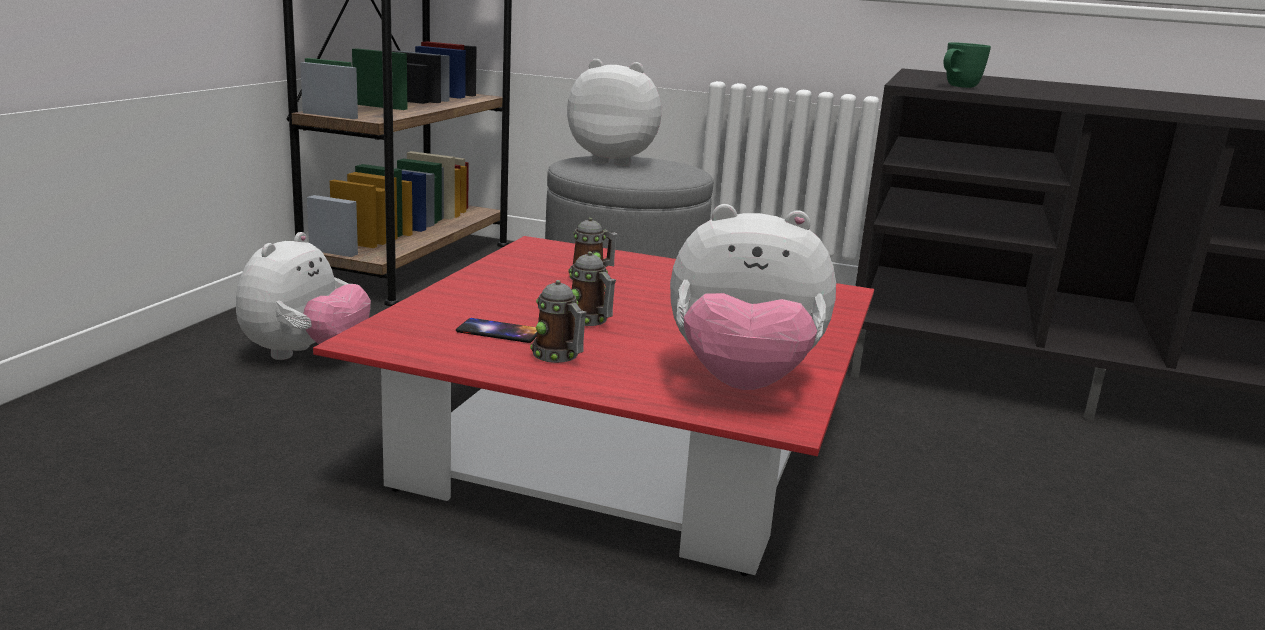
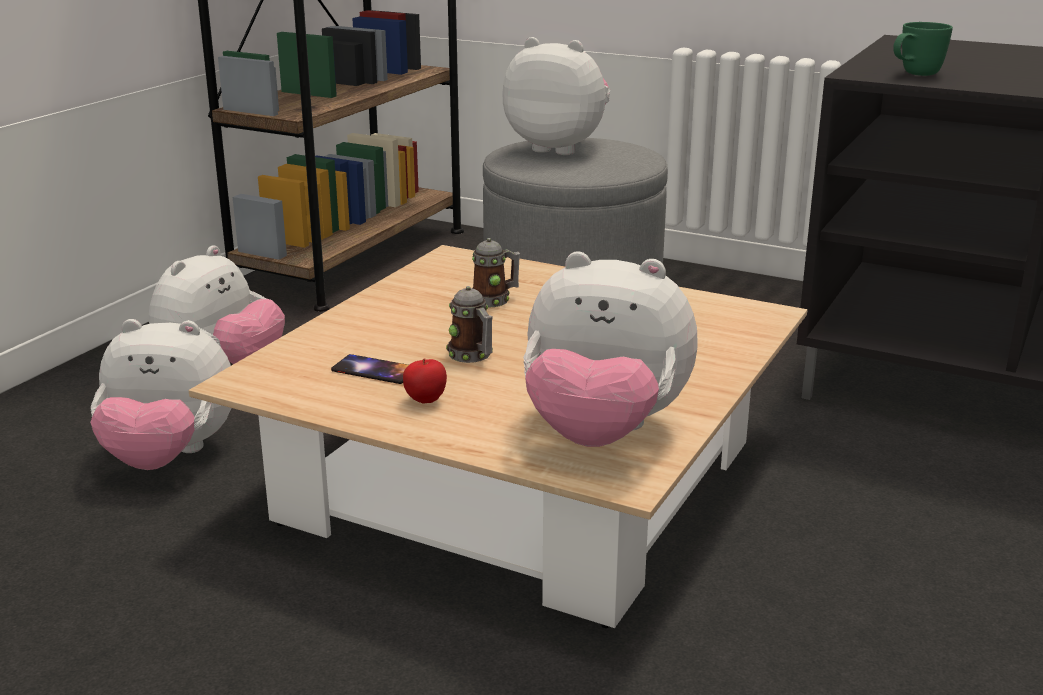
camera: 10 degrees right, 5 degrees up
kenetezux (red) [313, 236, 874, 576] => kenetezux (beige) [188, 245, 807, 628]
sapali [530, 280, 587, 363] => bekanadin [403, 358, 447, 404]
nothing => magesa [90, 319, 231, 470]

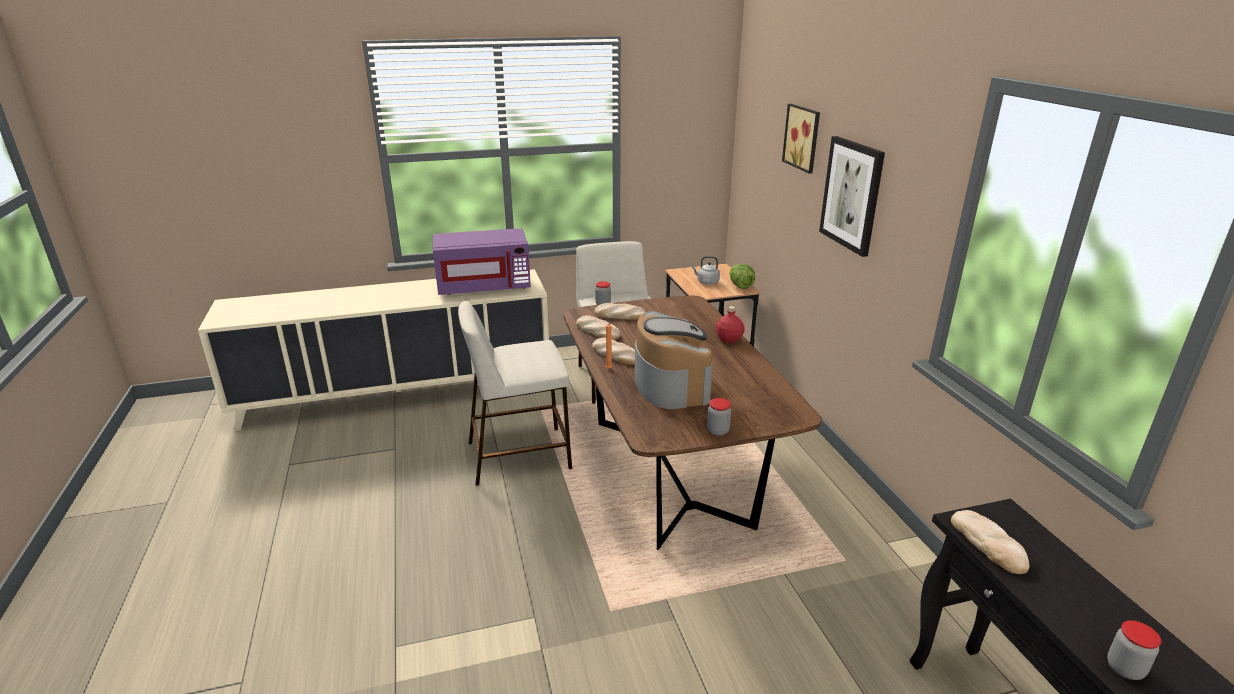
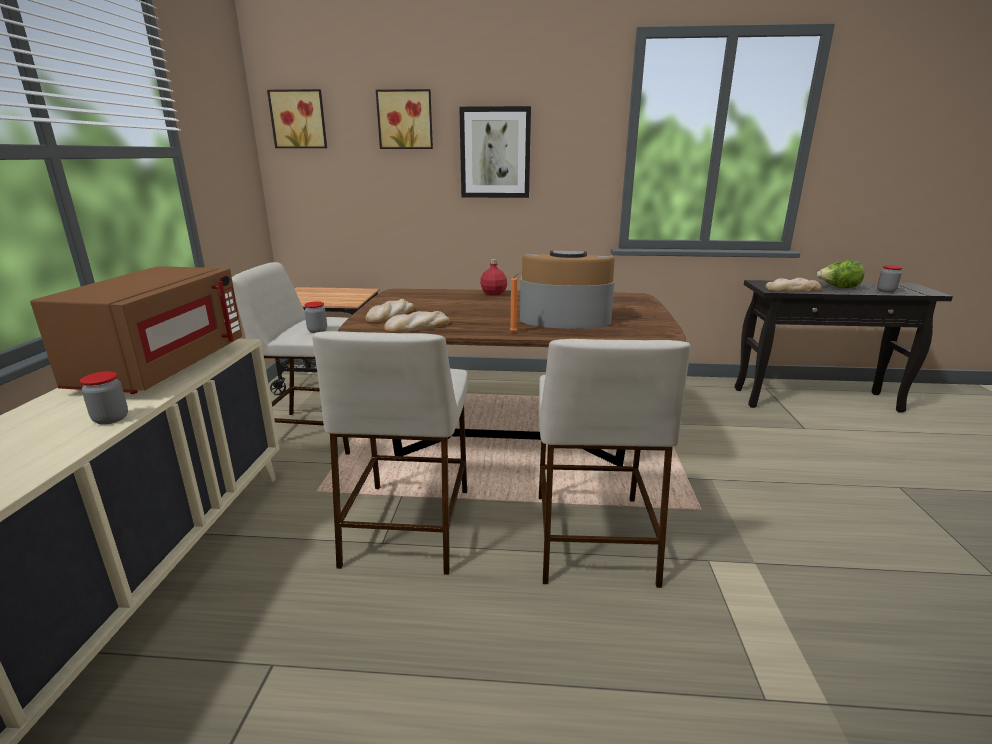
camera: 70 degrees left, 5 degrees down
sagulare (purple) [433, 228, 531, 295] => sagulare (brown) [30, 266, 242, 394]
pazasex [592, 338, 635, 365] => nothing
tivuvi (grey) [692, 256, 720, 285] => nothing
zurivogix [707, 398, 731, 436] => zurivogix [80, 371, 128, 425], moved
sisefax [730, 264, 755, 289] => sisefax [817, 260, 865, 288], moved
nothing => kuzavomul [267, 89, 327, 148]
nothing => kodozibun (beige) [539, 339, 691, 588]

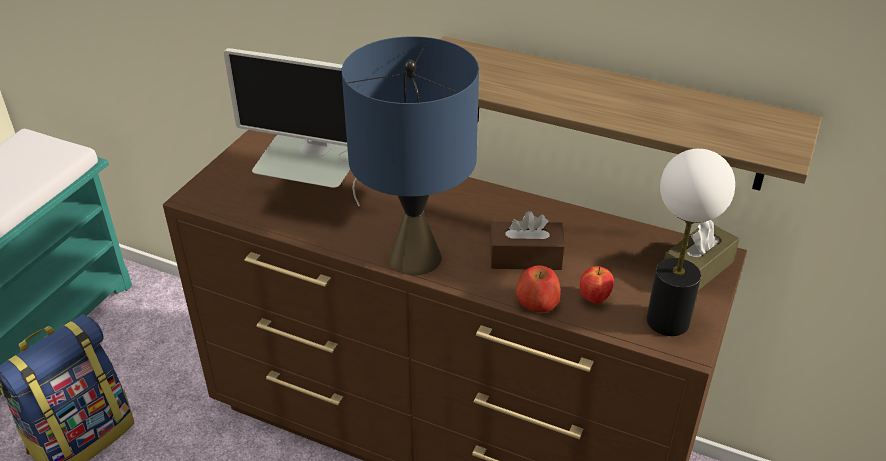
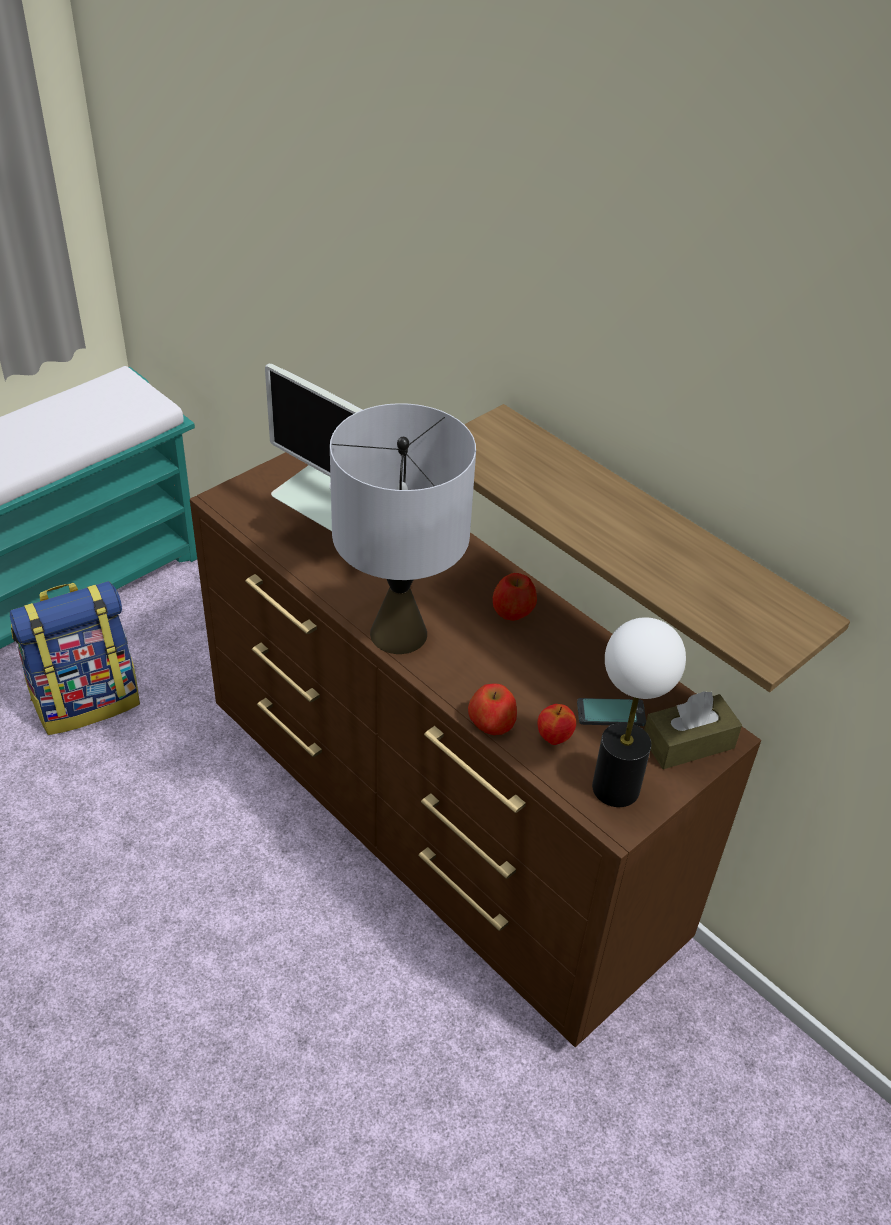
camera: 20 degrees right, 5 degrees up
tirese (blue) [342, 36, 479, 275] => tirese (grey) [330, 403, 476, 654]
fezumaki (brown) [490, 211, 565, 270] => nothing
nothing => bekanadin [493, 573, 537, 621]
nothing => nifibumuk [577, 698, 646, 726]

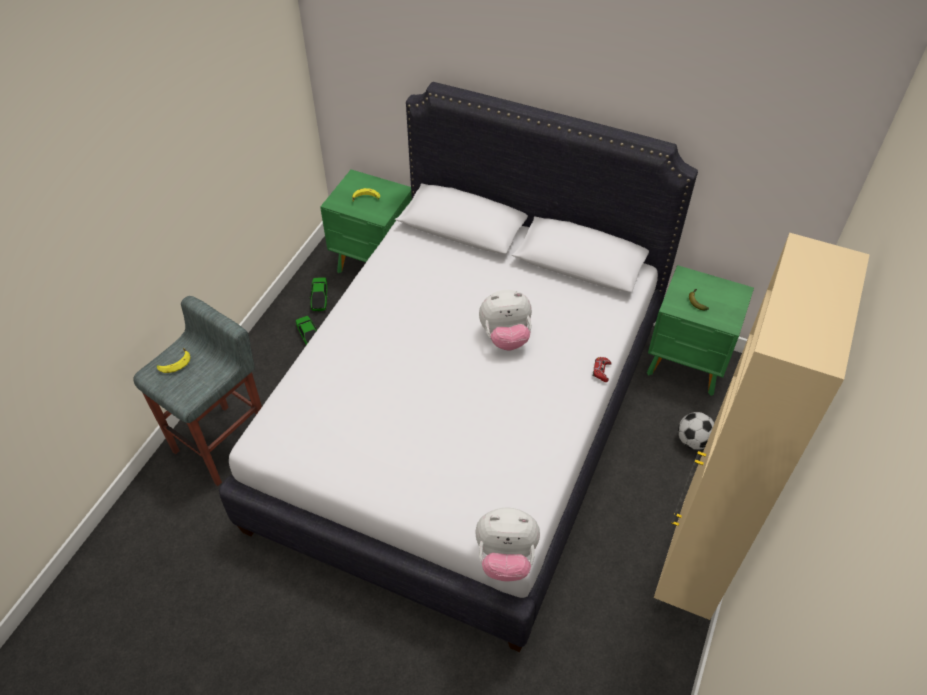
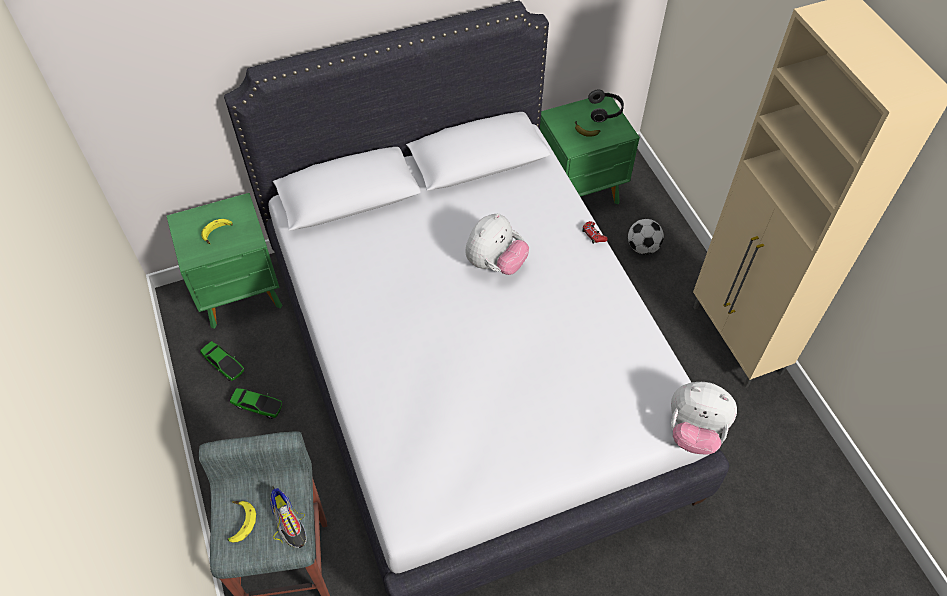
camera: 45 degrees left, 5 degrees up
magesa [475, 508, 540, 581] => magesa [671, 382, 737, 455], 60 degrees clockwise
nothing => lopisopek [270, 486, 307, 548]
nothing => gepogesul [588, 89, 624, 122]

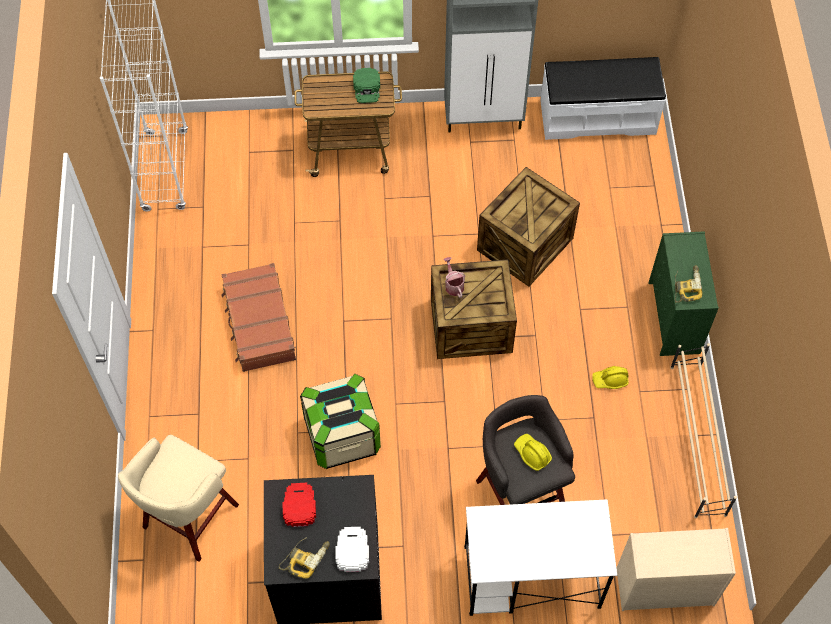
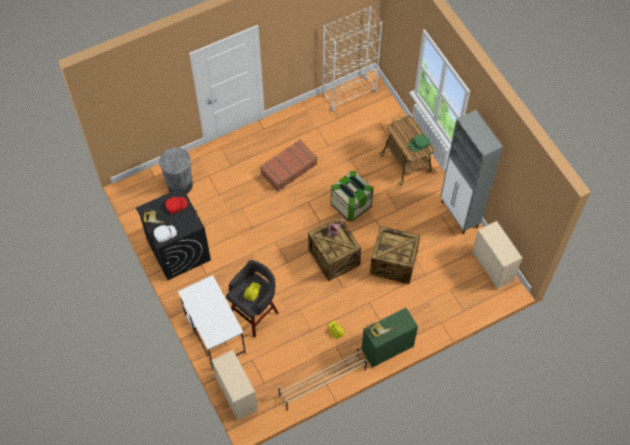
camera: 65 degrees right, 0 degrees up
kodozibun (beige) [118, 435, 239, 562] => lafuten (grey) [159, 147, 193, 194]
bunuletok [300, 374, 381, 469] => bunuletok [331, 171, 373, 221], moved
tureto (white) [540, 57, 666, 140] => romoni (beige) [471, 221, 523, 290]

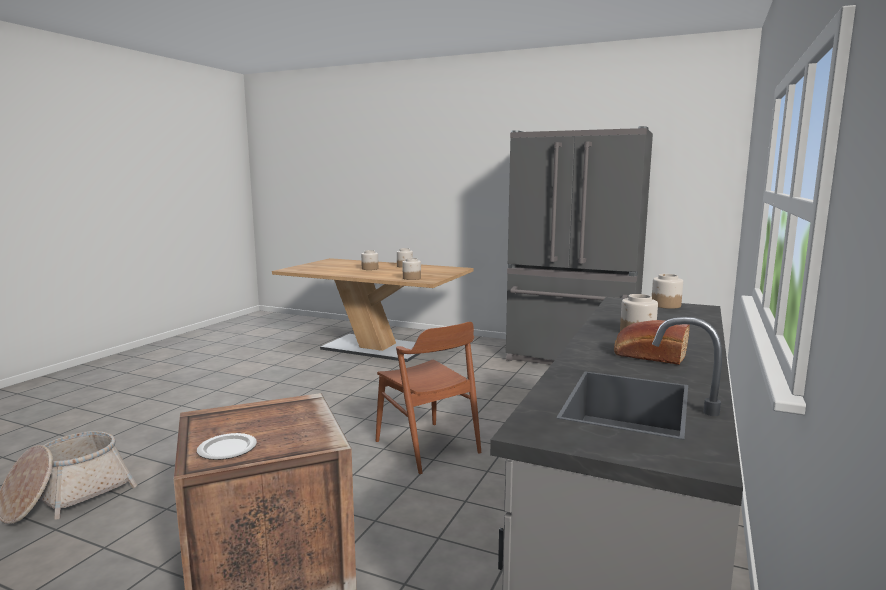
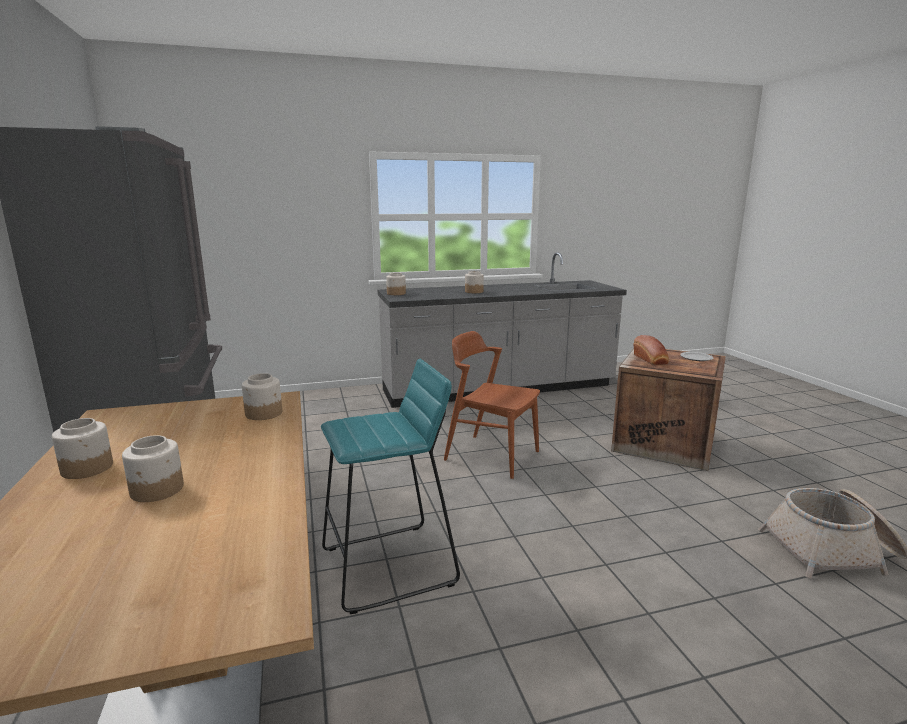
camera: 130 degrees left, 5 degrees up
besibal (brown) [376, 322, 481, 474] => besibal (brown) [444, 331, 540, 479], 75 degrees counterclockwise
pazasex [614, 320, 690, 365] => pazasex [633, 335, 669, 365], moved
nothing => kodozibun (turquoise) [321, 359, 460, 614]

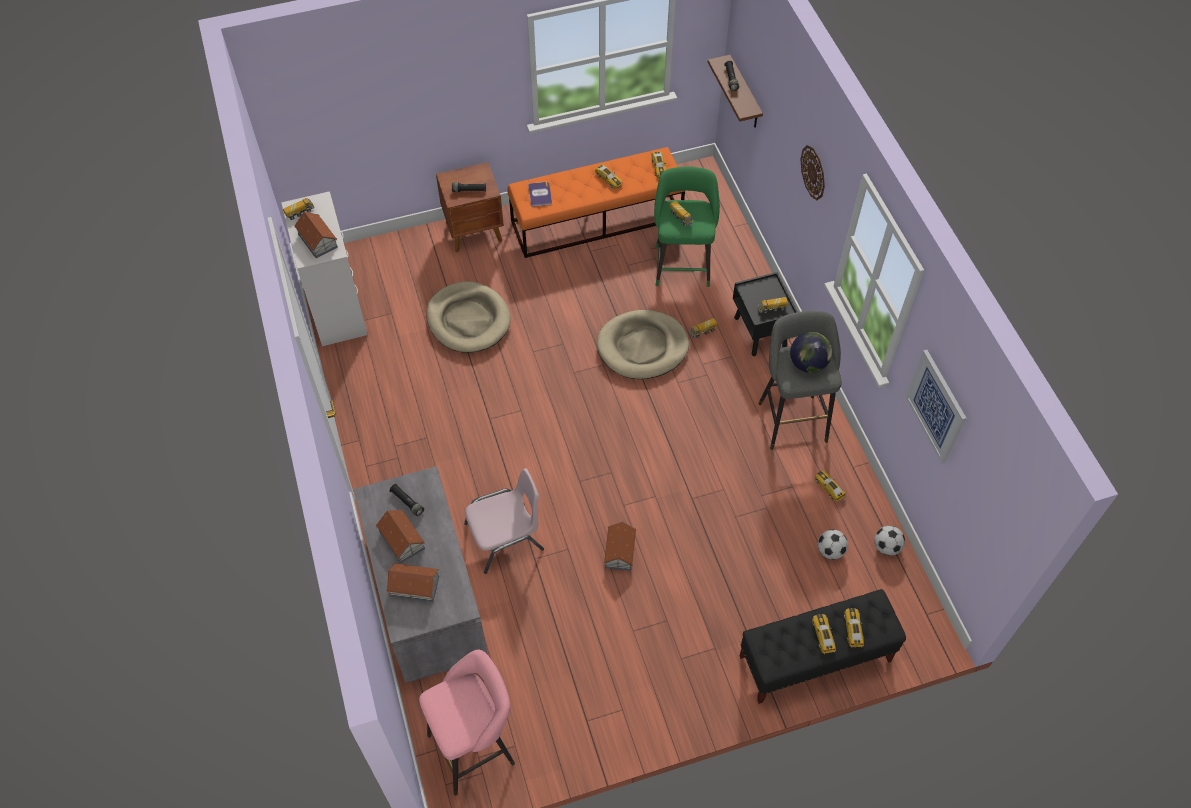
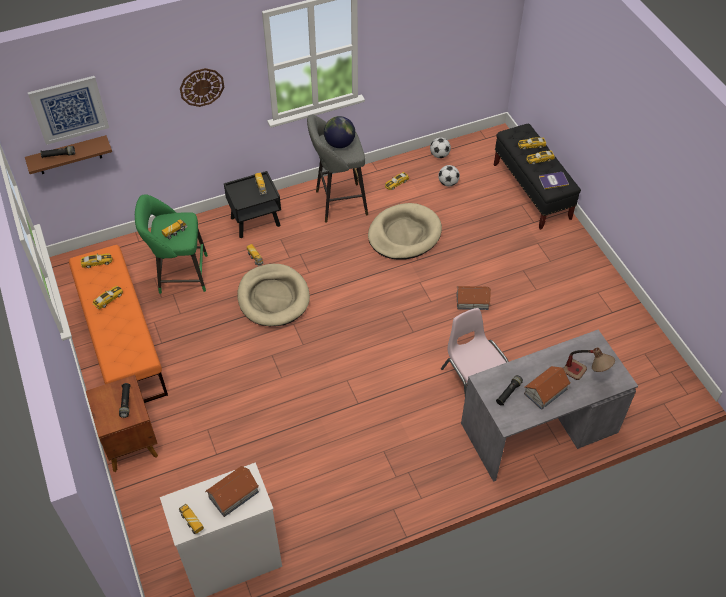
camera: 95 degrees left, 5 degrees down
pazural [386, 563, 439, 602] => tirese [564, 347, 615, 380]
kodozibun (pink) [419, 650, 515, 796] => nothing
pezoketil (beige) [426, 281, 511, 353] => pezoketil (beige) [368, 203, 442, 259], moved
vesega [528, 182, 552, 207] => vesega [539, 172, 569, 189], moved
kuzavomul [905, 350, 966, 464] => kuzavomul [28, 76, 109, 145], moved

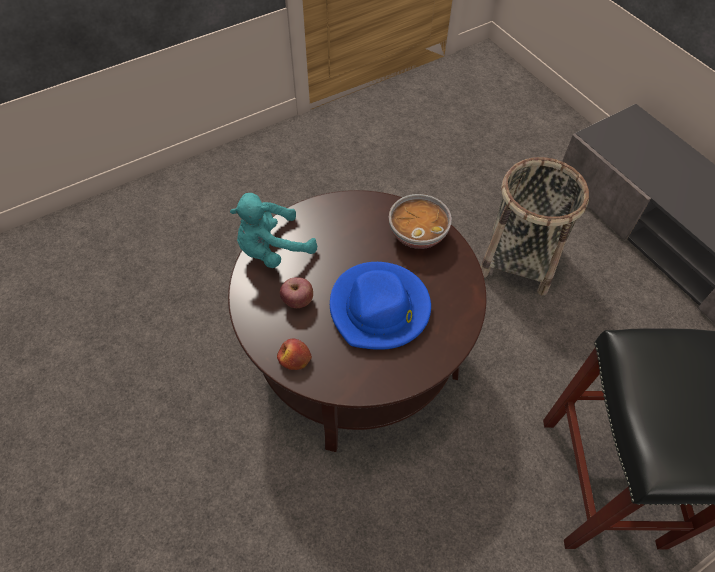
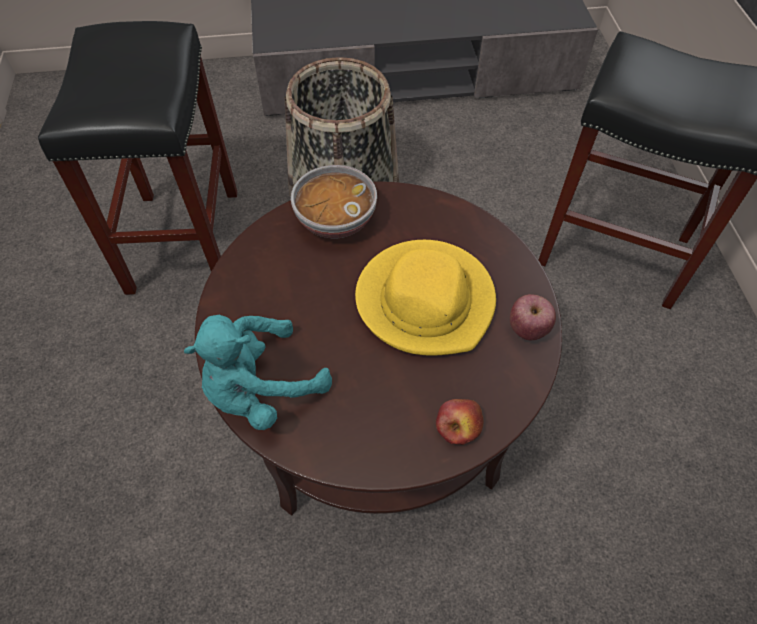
camera: 65 degrees left, 0 degrees up
magesa (turquoise) [230, 193, 317, 268] => magesa (turquoise) [184, 315, 332, 430], 60 degrees clockwise
bekanadin [280, 277, 313, 308] => bekanadin [510, 294, 556, 340], moved
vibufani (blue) [330, 262, 431, 350] => vibufani (yellow) [355, 240, 496, 356]
nothing => kodozibun (black) [38, 21, 237, 295]

